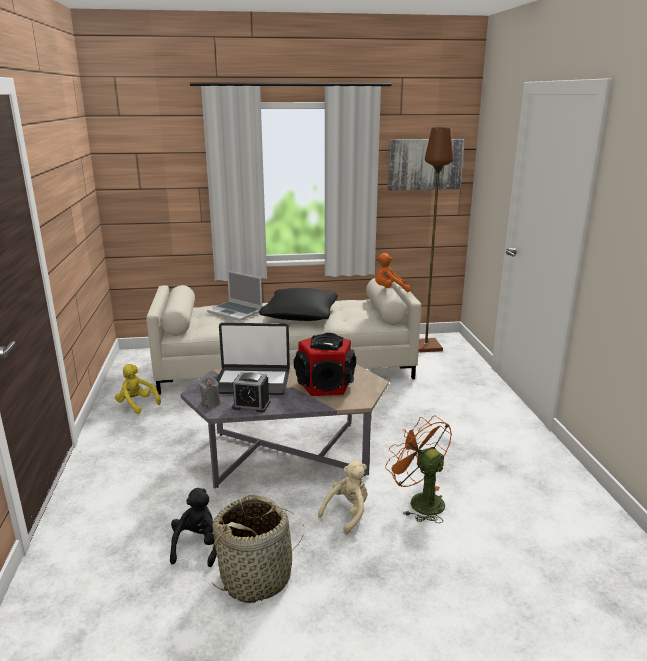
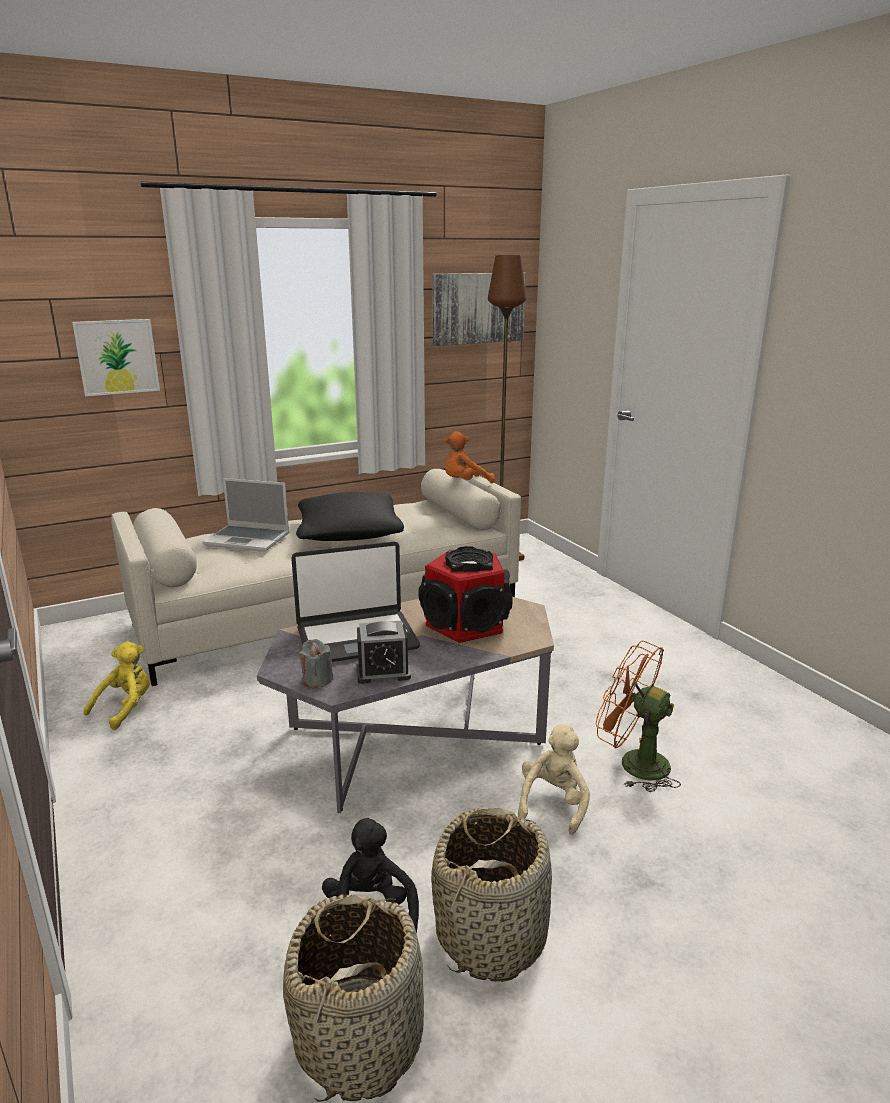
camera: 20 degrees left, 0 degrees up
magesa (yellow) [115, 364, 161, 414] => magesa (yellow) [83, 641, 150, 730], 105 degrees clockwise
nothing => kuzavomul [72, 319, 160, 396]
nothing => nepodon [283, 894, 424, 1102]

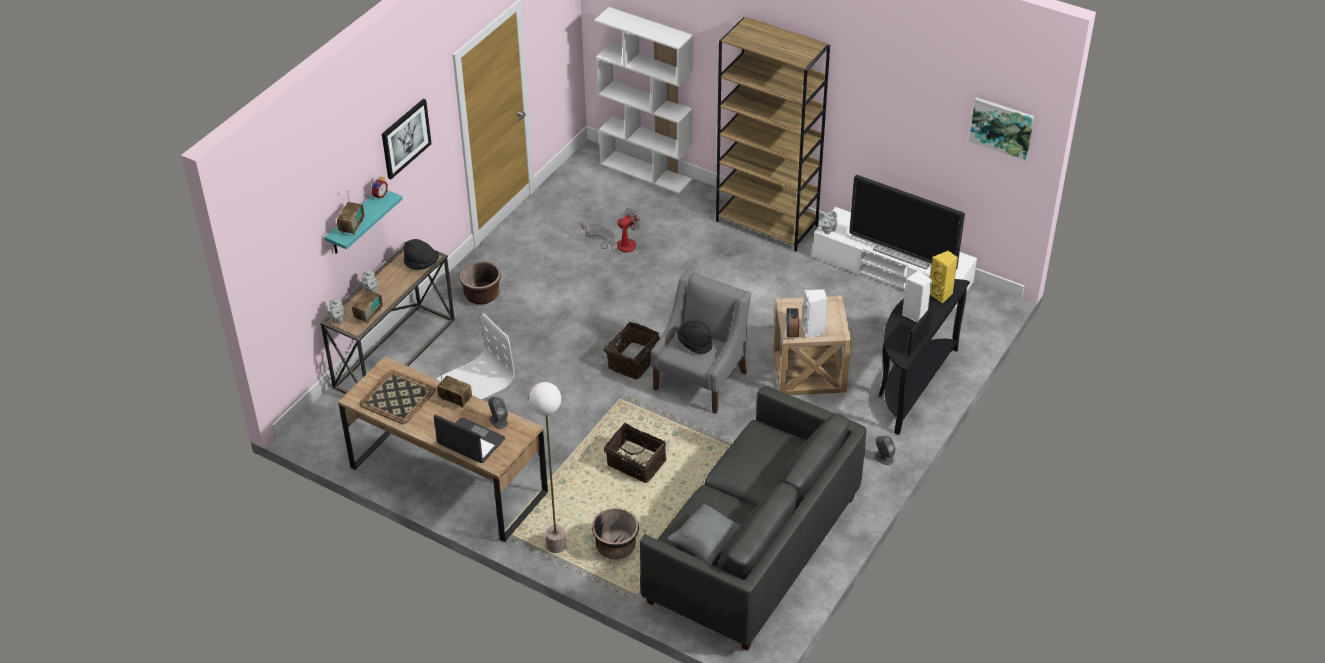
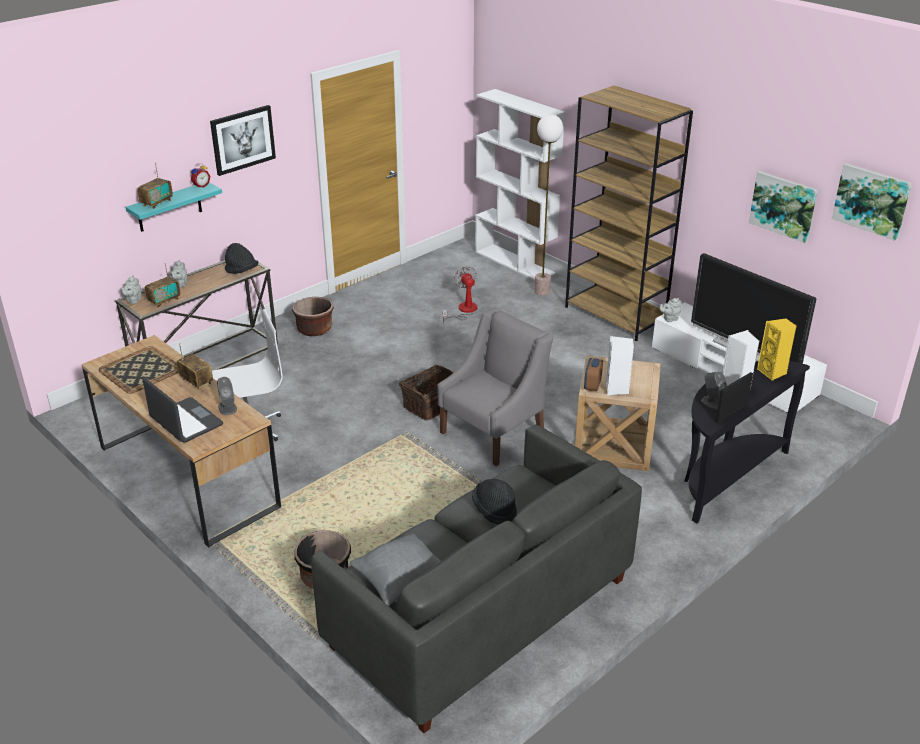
camera: 15 degrees right, 10 degrees down
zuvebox [529, 382, 566, 553] => zuvebox [534, 114, 563, 295], moved
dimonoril [581, 208, 641, 253] => dimonoril [442, 266, 477, 324], 90 degrees counterclockwise
nepodon [604, 423, 667, 483] => nothing
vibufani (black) [677, 321, 713, 354] => vibufani (black) [472, 479, 517, 524], moved
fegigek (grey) [874, 436, 896, 465] => fegigek (grey) [701, 371, 727, 410], moved
nothing => kuzavomul [749, 171, 818, 243]

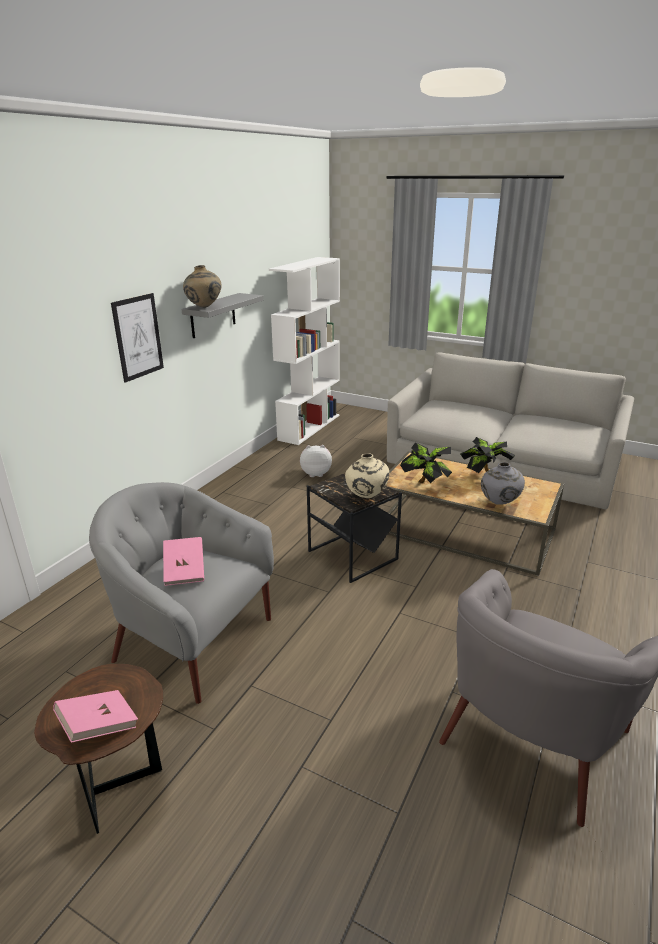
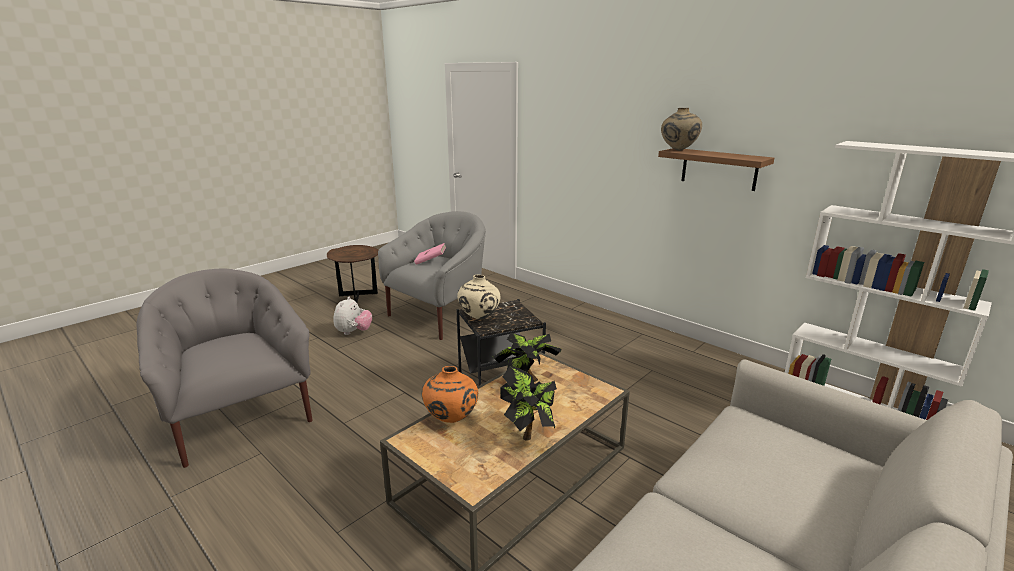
camera: 105 degrees right, 5 degrees down
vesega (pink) [53, 690, 138, 743] => nothing
kuzavomul [111, 293, 164, 383] => nothing
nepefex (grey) [181, 293, 264, 338] => nepefex (brown) [658, 148, 774, 191]
magesa [300, 445, 332, 477] => magesa [334, 297, 372, 335], moved
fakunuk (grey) [481, 462, 525, 505] => fakunuk (orange) [421, 366, 478, 423]

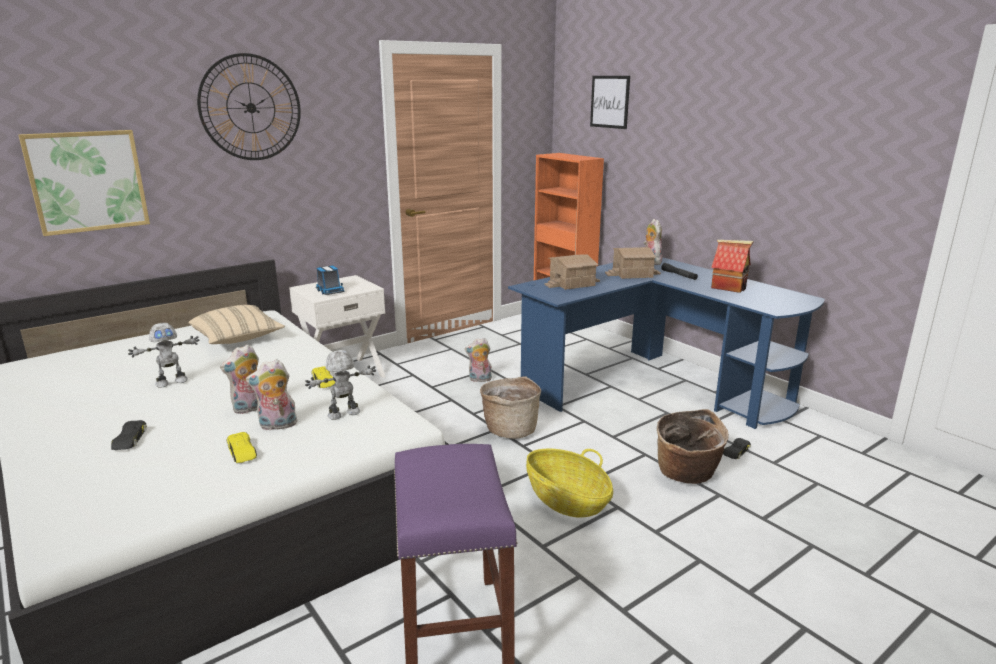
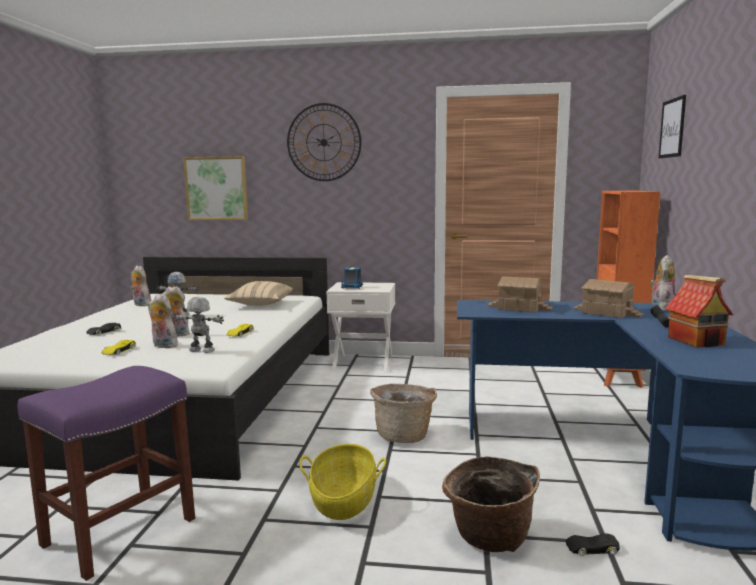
camera: 45 degrees right, 10 degrees down
magesa [465, 338, 492, 382] => magesa [131, 266, 151, 306], moved

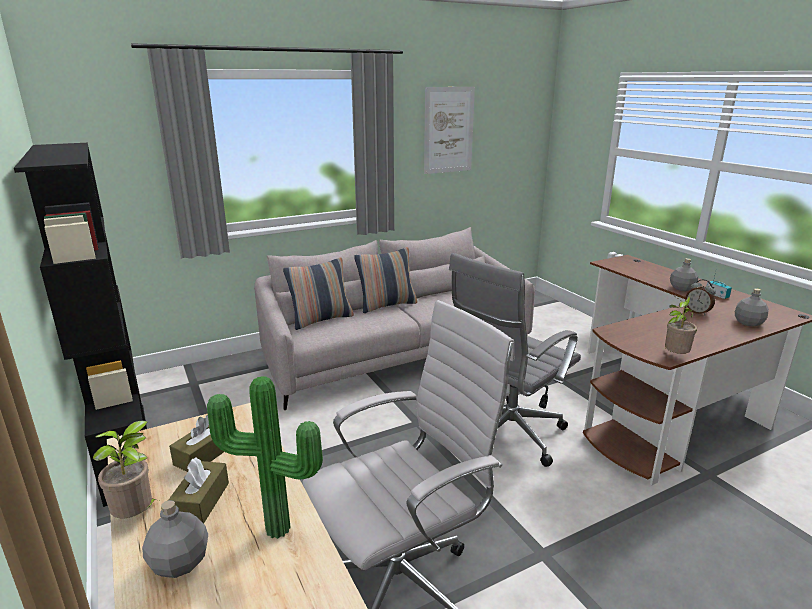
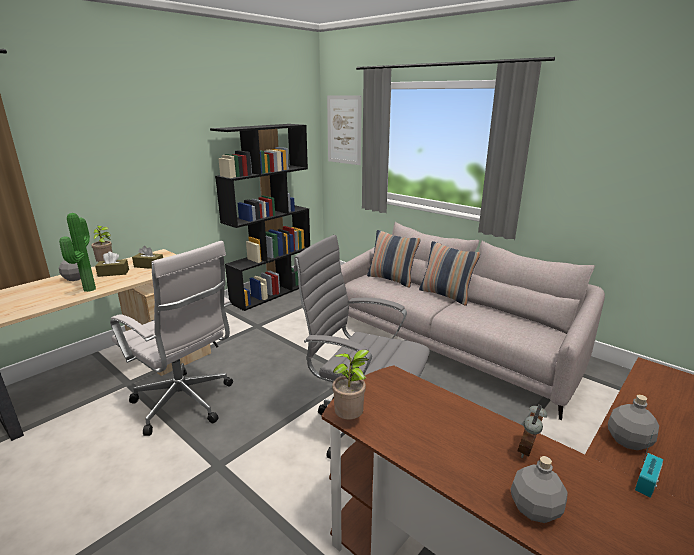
camera: 70 degrees right, 0 degrees up
kuzavomul [424, 87, 475, 174] => kuzavomul [327, 95, 362, 165], moved

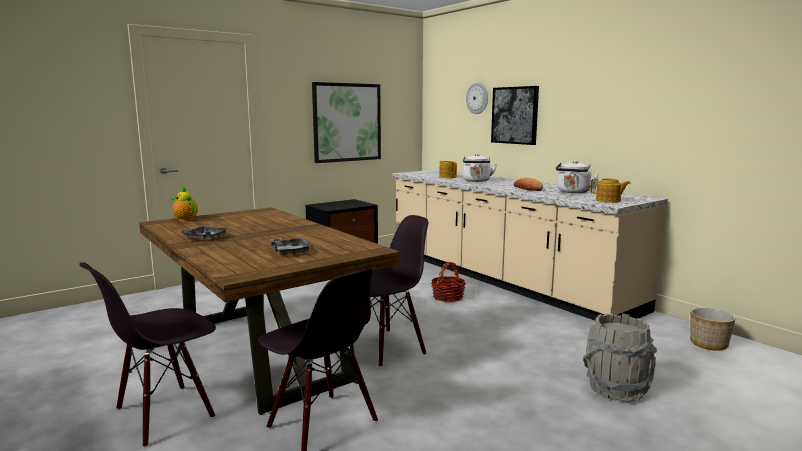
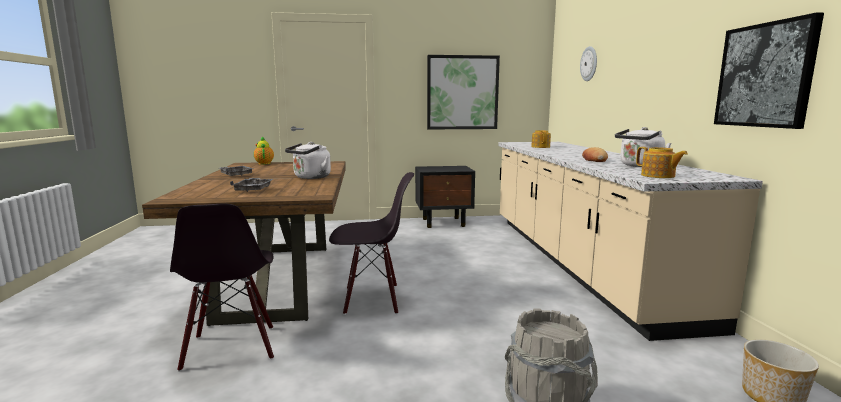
camera: 30 degrees right, 0 degrees up
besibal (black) [79, 262, 216, 448] => nothing
nepodon [431, 262, 466, 302] => nothing
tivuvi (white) [463, 154, 497, 182] => tivuvi (white) [285, 142, 331, 179], moved
kuzavomul [491, 86, 539, 145] => kuzavomul [714, 12, 824, 129], moved

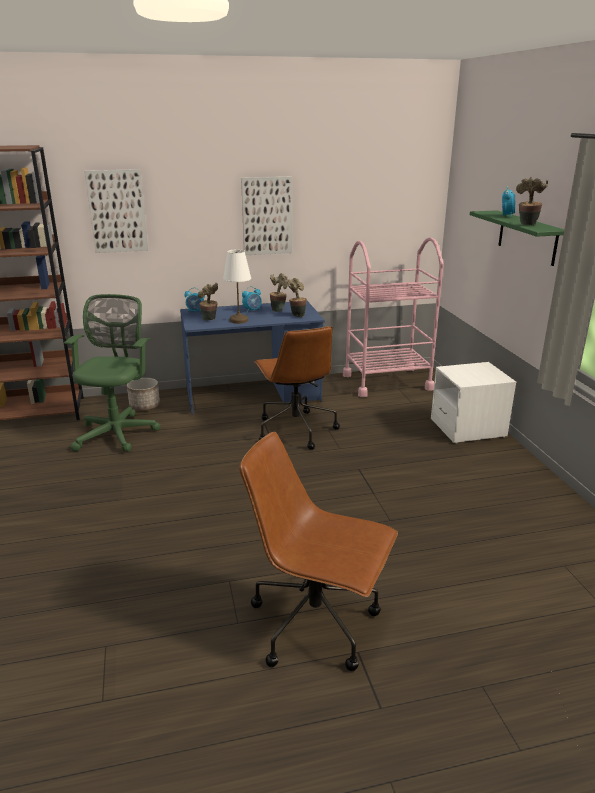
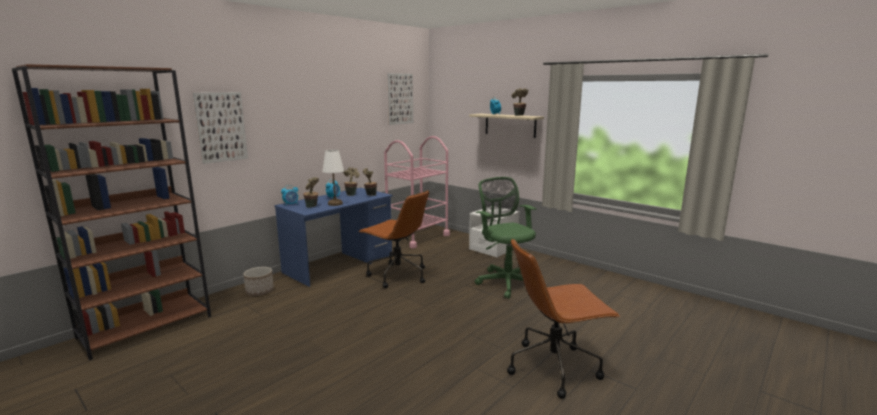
camera: 35 degrees left, 10 degrees down
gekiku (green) [64, 294, 160, 452] => gekiku (green) [475, 177, 537, 299], moved
kuzavomul [241, 177, 292, 255] => kuzavomul [387, 73, 413, 125], moved
nepefex (green) [470, 210, 564, 266] => nepefex (beige) [469, 114, 544, 138]

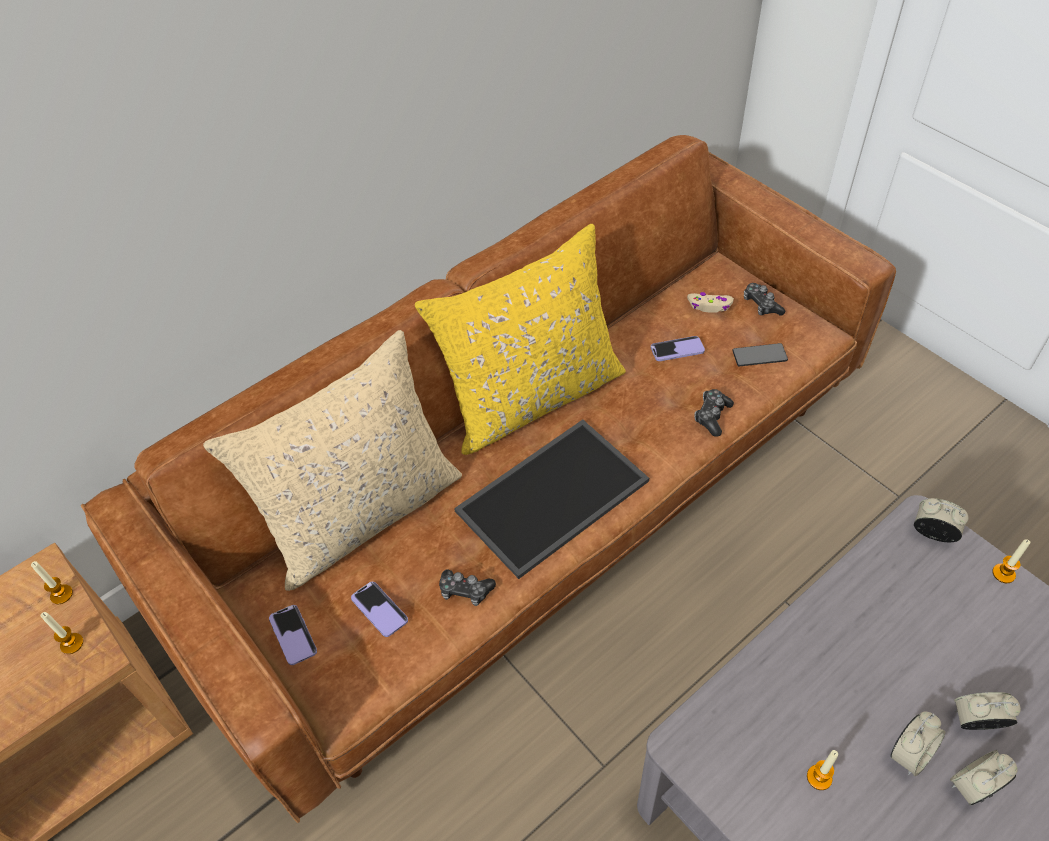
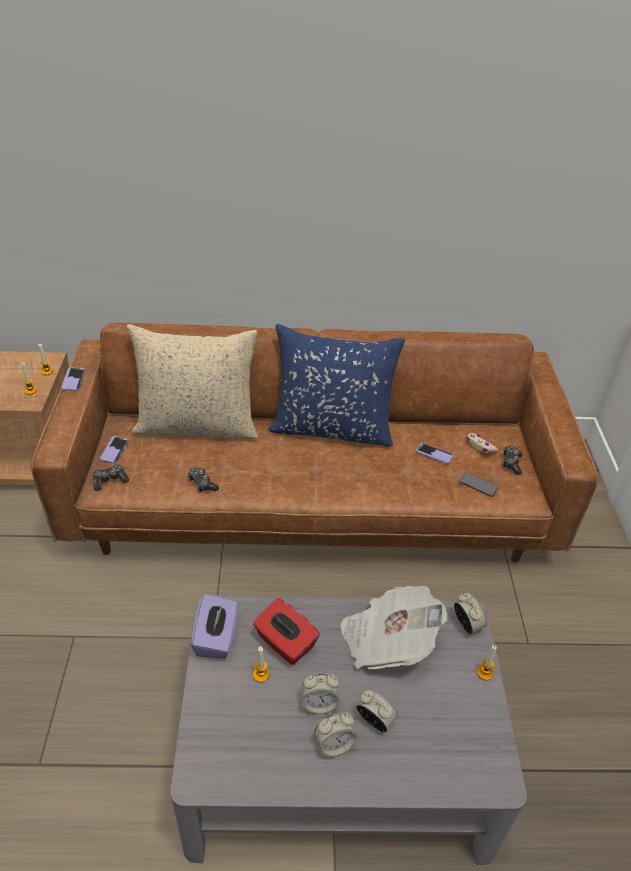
camera: 35 degrees right, 10 degrees down
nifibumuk [351, 582, 408, 637] => nifibumuk [61, 367, 85, 391], moved
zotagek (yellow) [415, 224, 626, 455] => zotagek (blue) [268, 324, 405, 447]
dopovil [454, 420, 649, 579] => nothing
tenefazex [694, 389, 734, 437] => tenefazex [93, 464, 129, 491], moved
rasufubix [950, 750, 1018, 805] => rasufubix [314, 712, 358, 757], 150 degrees clockwise
nothing => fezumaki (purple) [191, 594, 238, 659]
nothing => fezumaki (red) [253, 598, 320, 665]
nothing => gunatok [340, 586, 447, 669]

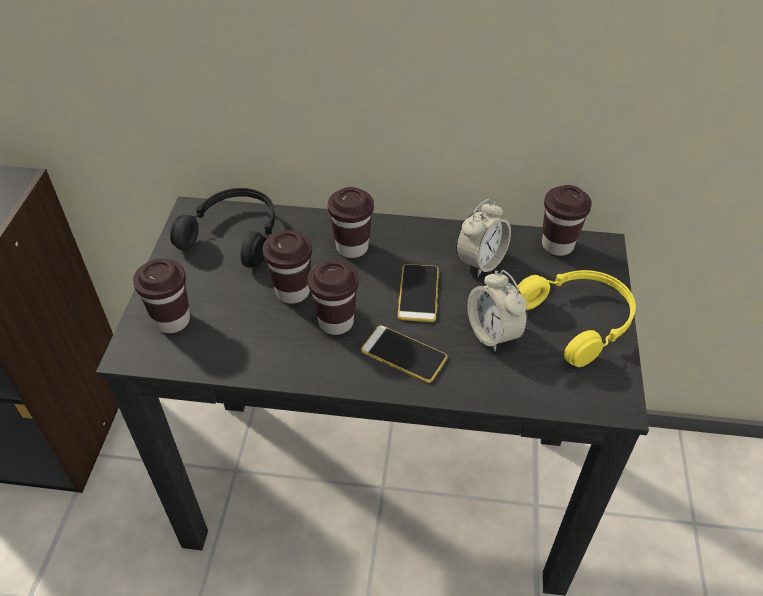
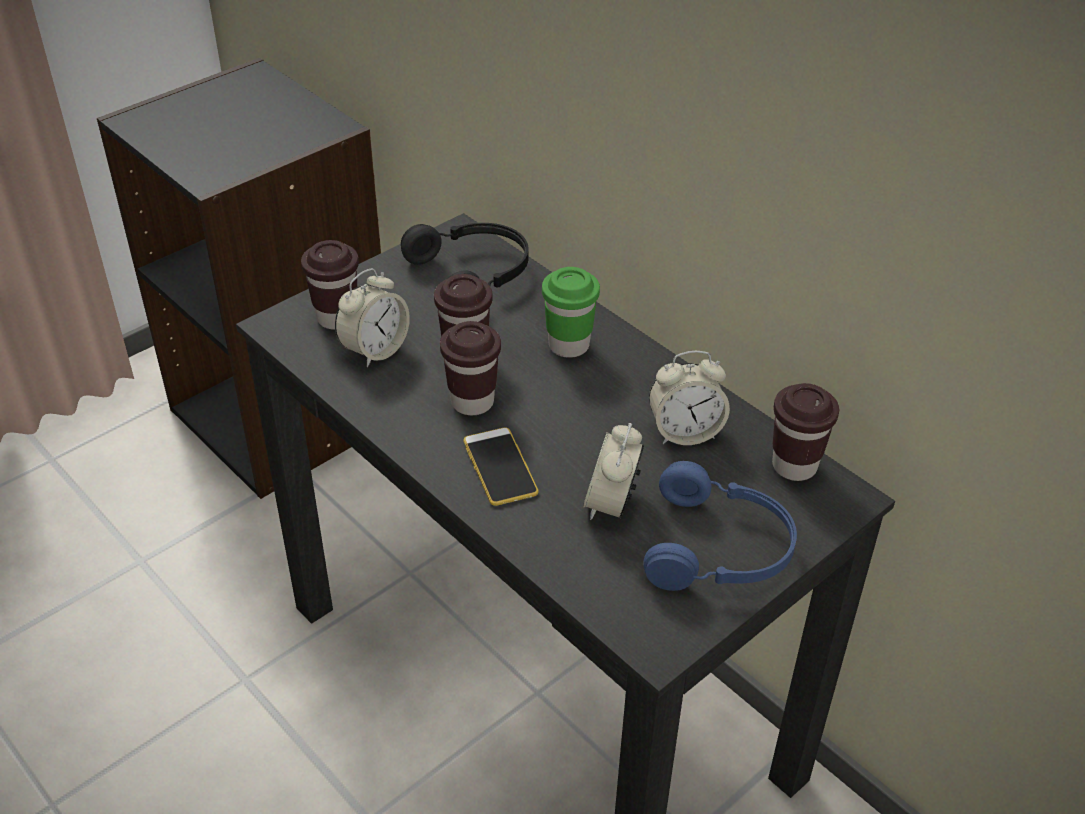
camera: 40 degrees right, 5 degrees down
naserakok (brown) [327, 187, 374, 258] => naserakok (green) [542, 267, 600, 358]
nifibumuk [398, 264, 439, 322] => nothing
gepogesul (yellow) [518, 270, 636, 367] => gepogesul (blue) [643, 461, 797, 591]
nothing => rasufubix [335, 268, 410, 367]

